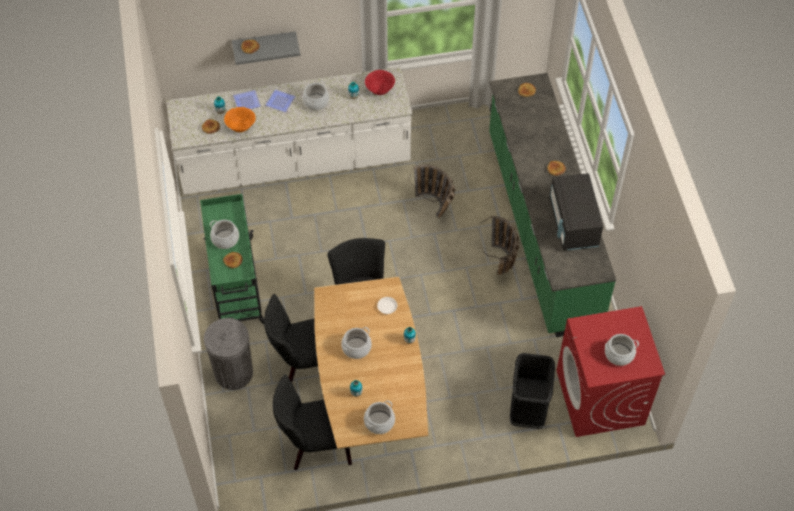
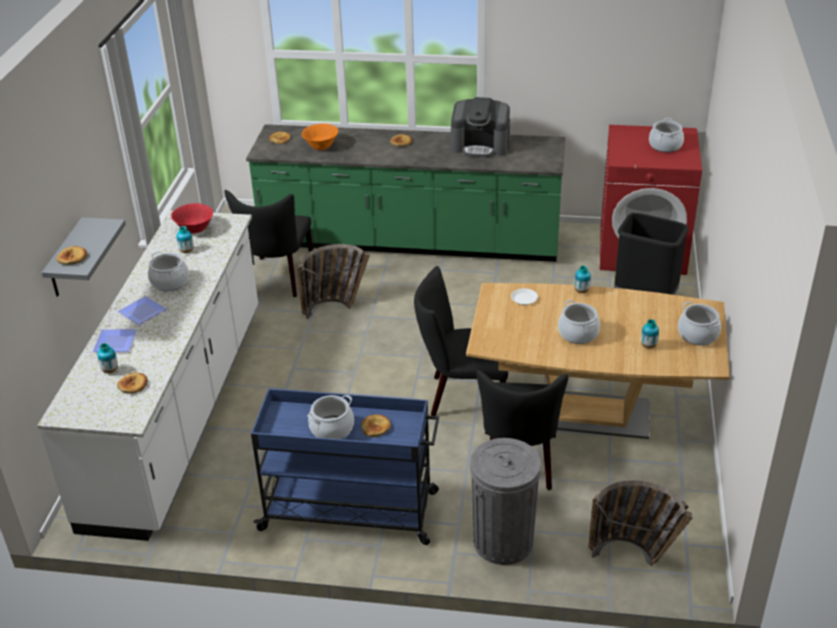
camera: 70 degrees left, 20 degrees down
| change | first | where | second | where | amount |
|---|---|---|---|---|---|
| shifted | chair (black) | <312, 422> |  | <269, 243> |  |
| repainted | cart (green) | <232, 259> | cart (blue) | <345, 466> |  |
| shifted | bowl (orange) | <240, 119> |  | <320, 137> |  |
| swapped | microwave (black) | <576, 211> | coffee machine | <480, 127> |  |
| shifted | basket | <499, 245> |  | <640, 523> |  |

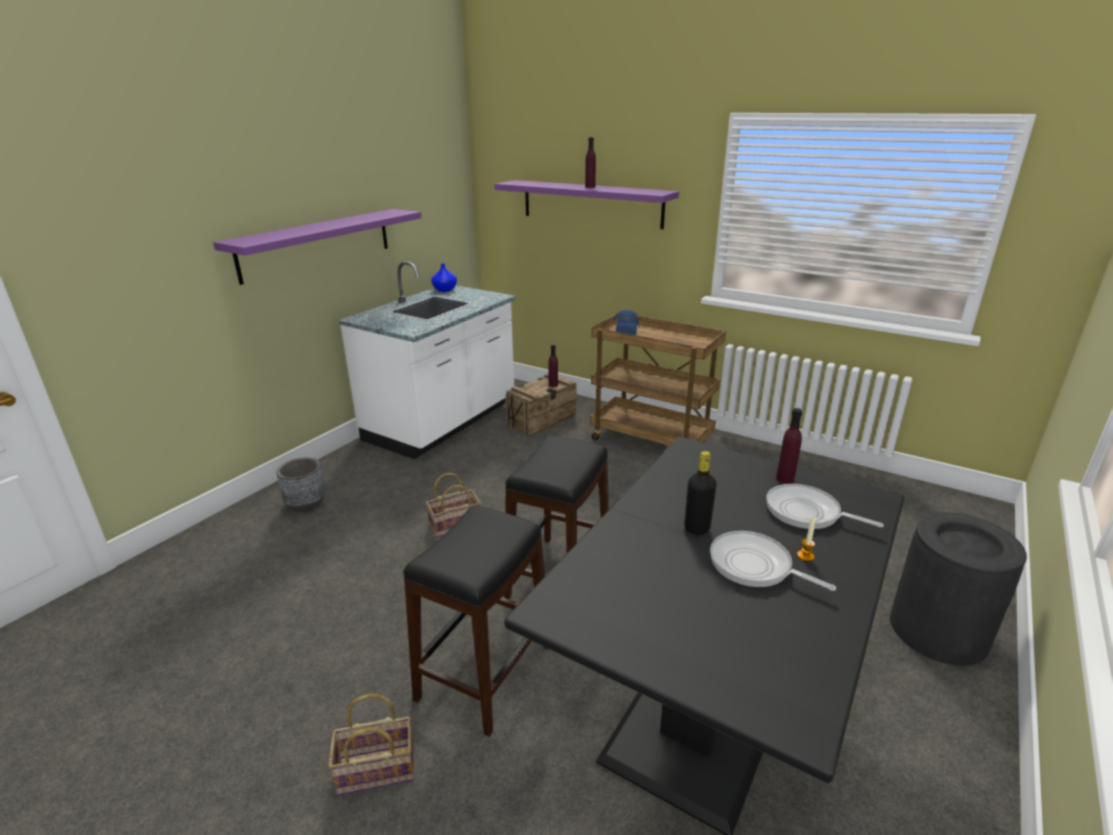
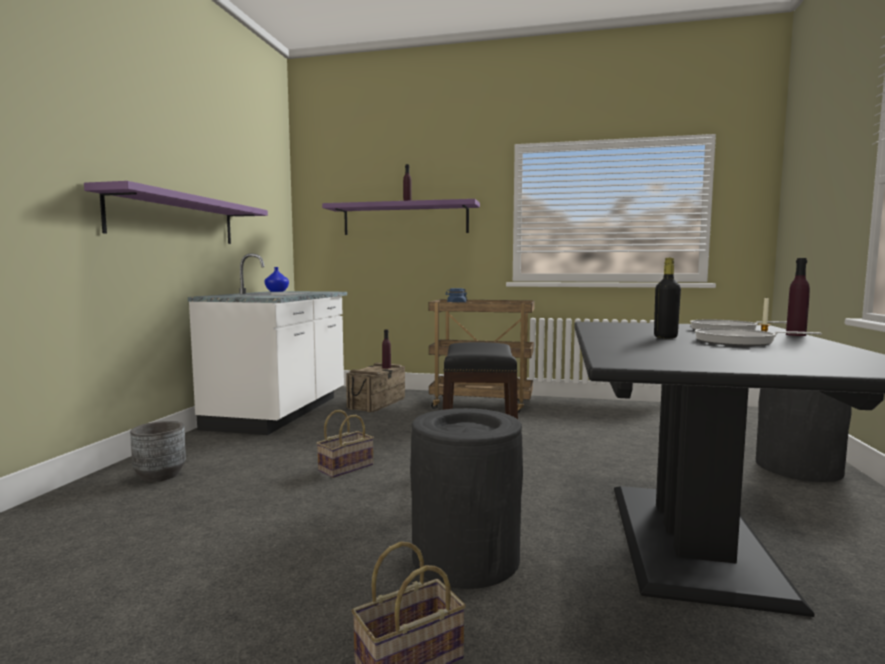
camera: 20 degrees left, 20 degrees down
| change | first | where | second | where | amount |
|---|---|---|---|---|---|
| swapped | stool (black) | <476, 621> | trash can (black) | <466, 498> |  |
| shifted | bottle (purple) | <789, 446> |  | <798, 297> |  |

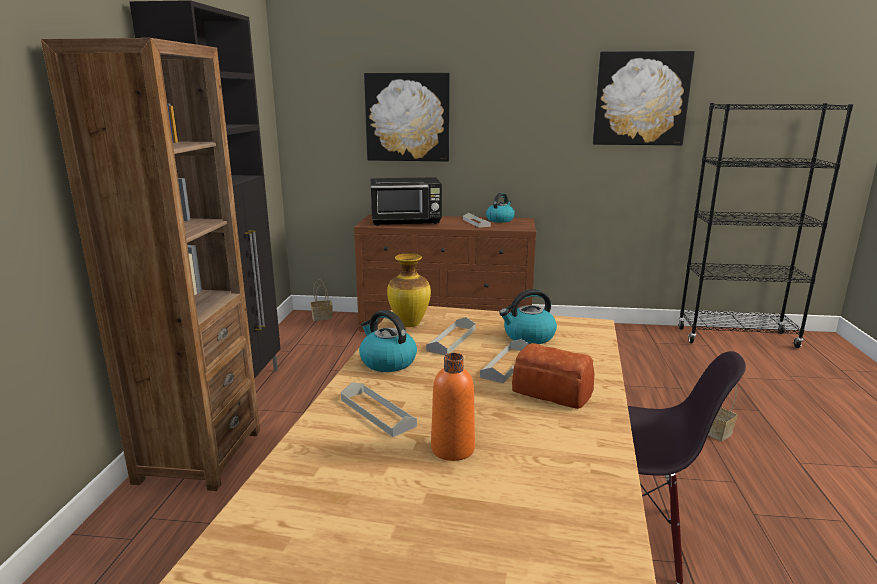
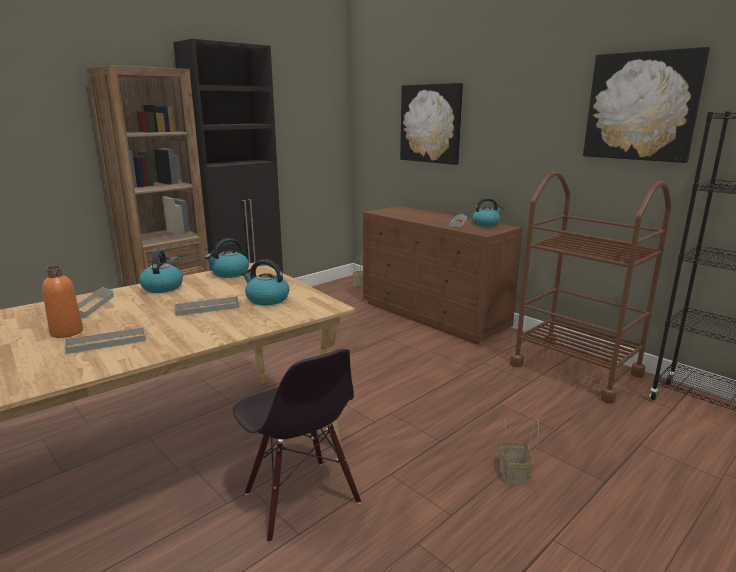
camera: 40 degrees right, 0 degrees up
| change | first | where | second | where | amount |
|---|---|---|---|---|---|
| shifted | tray (grey) | <451, 336> |  | <105, 340> |  |
| swapped | vase | <409, 290> | kettle | <227, 258> |  |
| new |  |  | cart (brown) | <591, 288> |  |
| gone | microwave (black) | <406, 201> |  |  |  |
| gone | bread | <553, 376> |  |  |  |

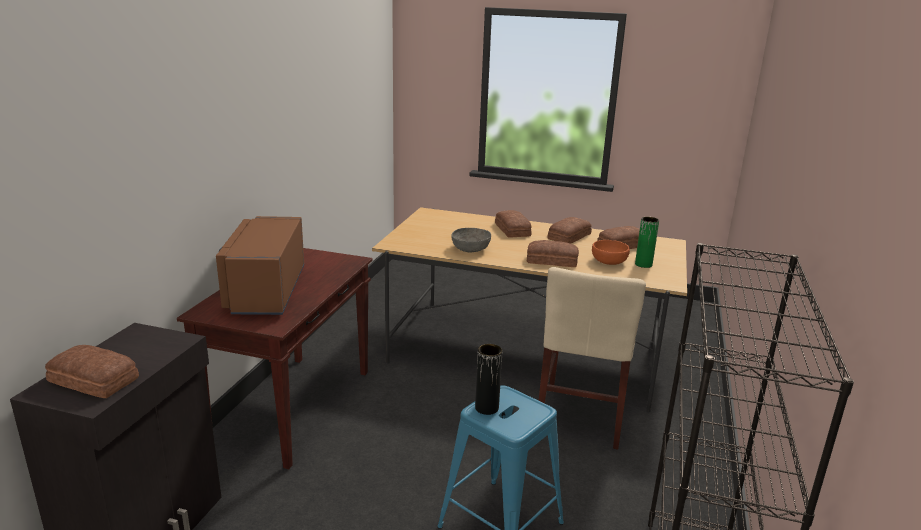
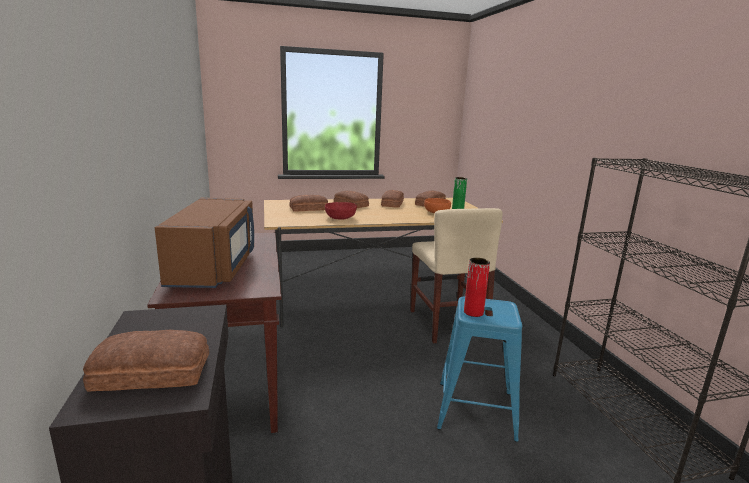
camera: 30 degrees left, 5 degrees down
| change | first | where | second | where | amount |
|---|---|---|---|---|---|
| rotated | microwave (brown) | <260, 265> |  | <204, 243> | 150 degrees counterclockwise |
| shifted | bread | <553, 253> |  | <308, 203> |  |
| repainted | bowl (grey) | <471, 240> | bowl (red) | <341, 211> |  |
| repainted | vase (black) | <489, 379> | vase (red) | <477, 287> |  |

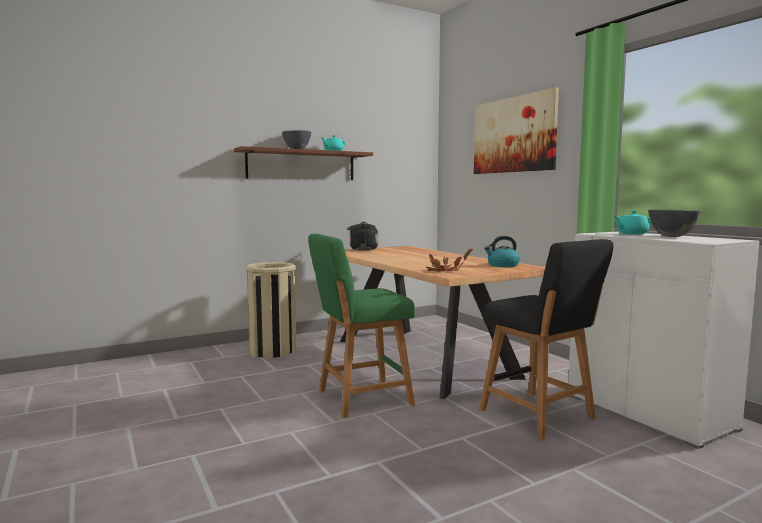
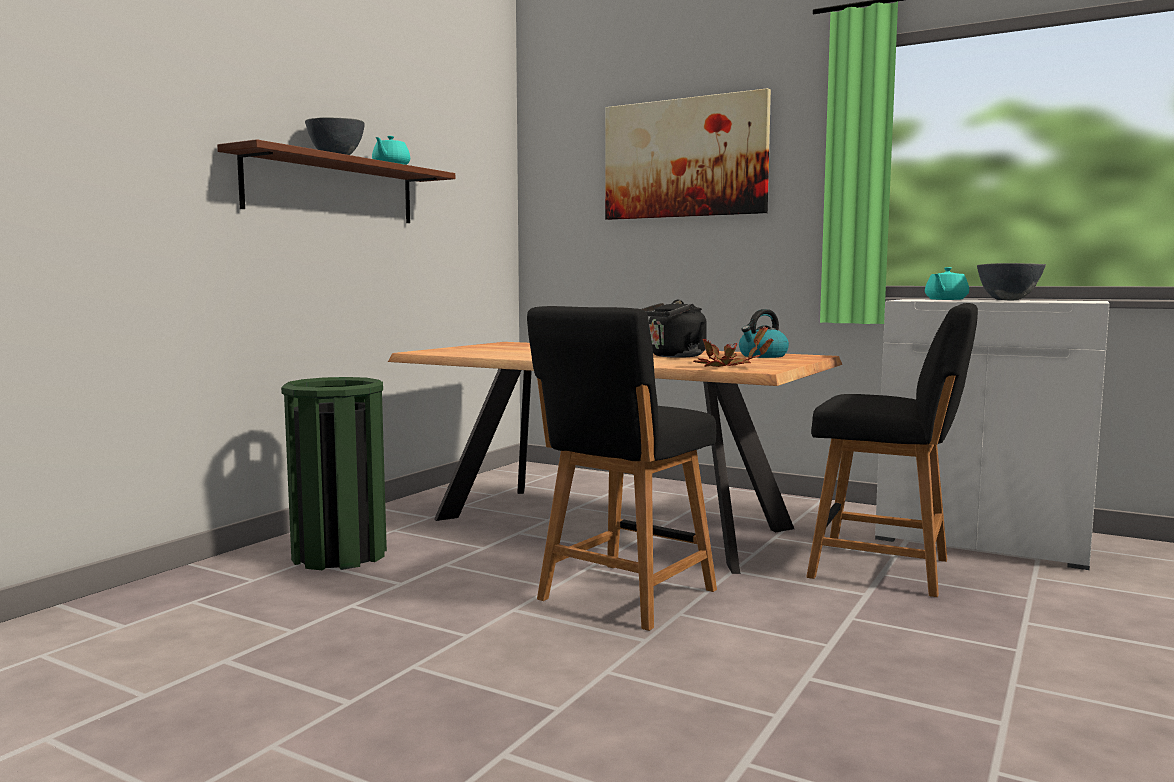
camera: 30 degrees left, 0 degrees up
| change | first | where | second | where | amount |
|---|---|---|---|---|---|
| repainted | trash can (beige) | <271, 310> | trash can (green) | <334, 473> |  |
| repainted | stool (green) | <361, 326> | stool (black) | <622, 468> |  |
| shifted | kettle (black) | <362, 236> |  | <674, 329> |  |

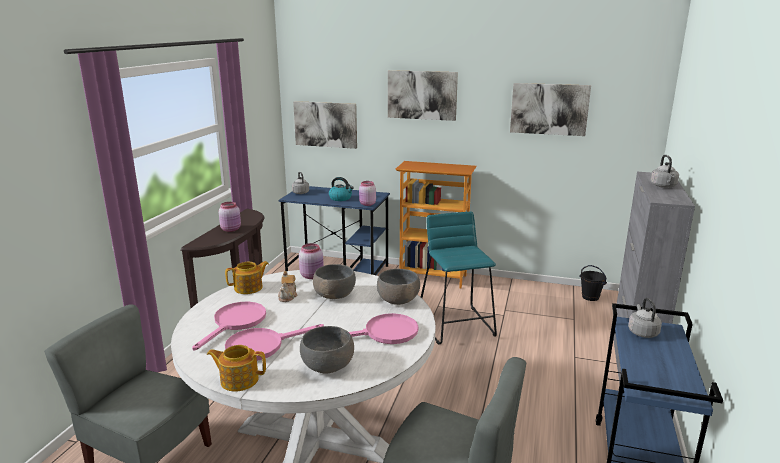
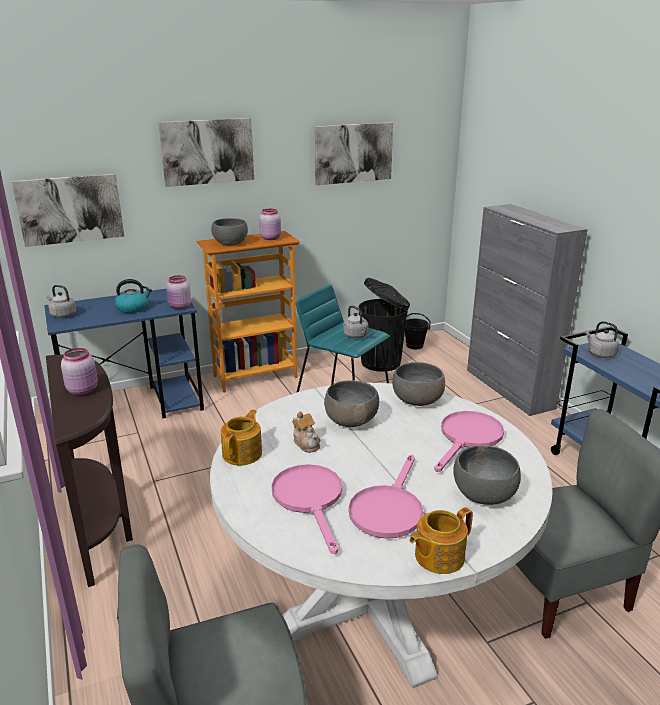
camera: 40 degrees left, 5 degrees up
| change | first | where | second | where | amount |
|---|---|---|---|---|---|
| new |  |  | bowl (grey) | <229, 232> |  |
| shifted | jar (pink) | <311, 261> |  | <270, 224> |  |
| shifted | kettle (grey) | <665, 171> |  | <356, 321> |  |
| new |  |  | trash can (black) | <384, 325> |  |

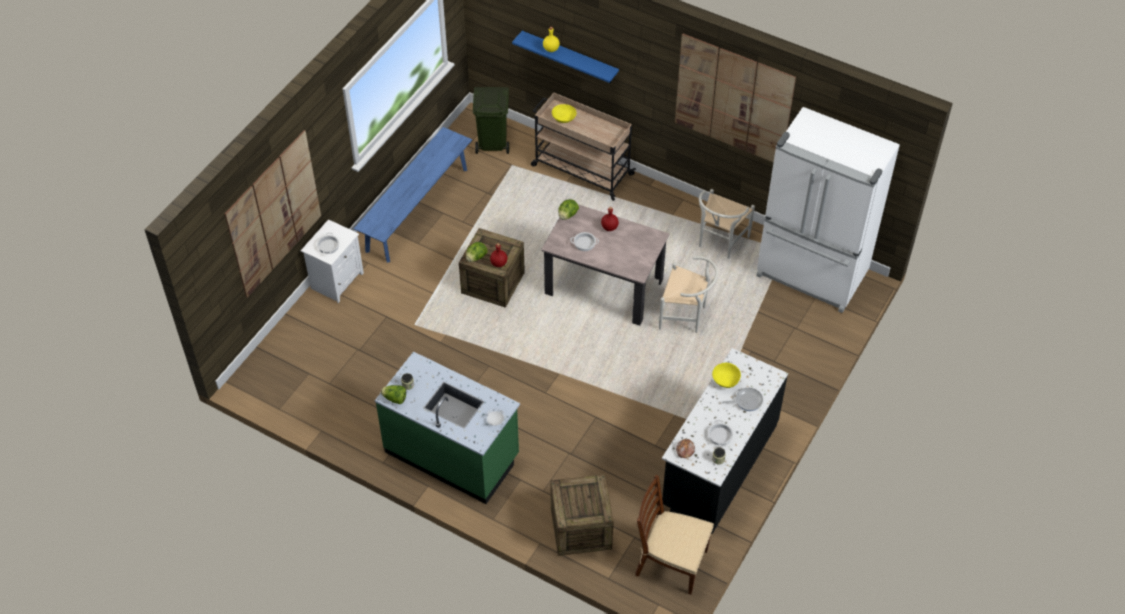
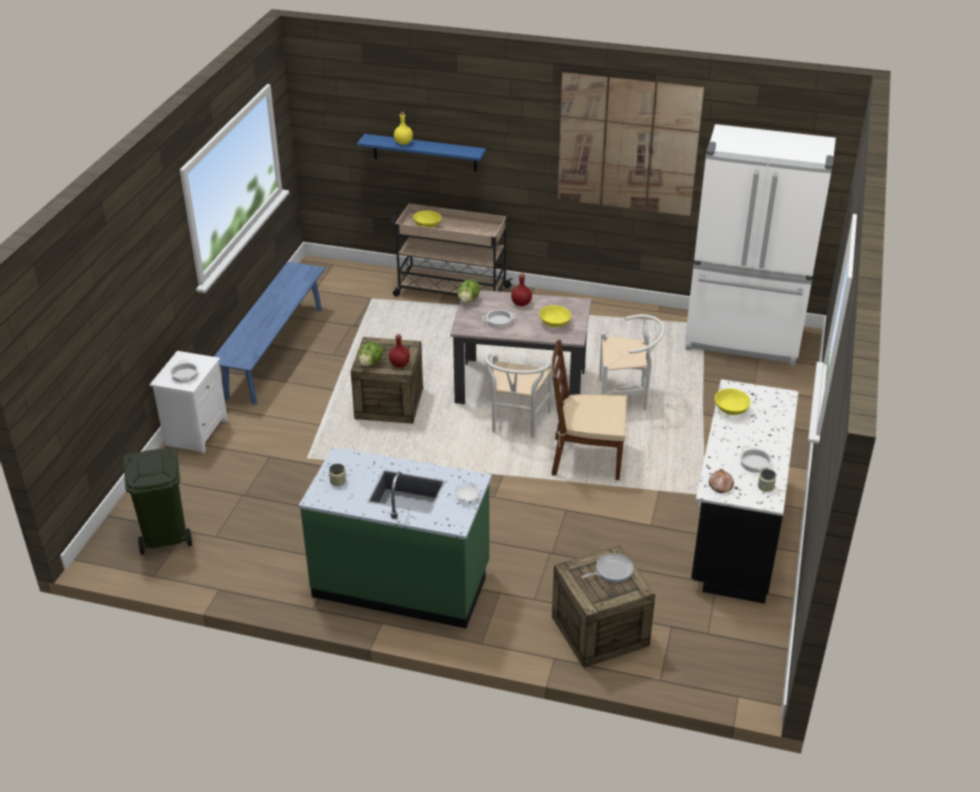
camera: 15 degrees left, 15 degrees down
| change | first | where | second | where | amount |
|---|---|---|---|---|---|
| shifted | trash can (green) | <491, 120> |  | <158, 501> |  |
| shifted | chair (white) | <727, 224> |  | <518, 395> |  |
| new |  |  | bowl (yellow) | <555, 316> |  |
| shifted | chair (brown) | <674, 535> |  | <589, 410> |  |
| shifted | frying pan | <742, 399> |  | <607, 567> |  |
| gone | picture | <273, 214> |  |  |  |
| gone | lettuce | <393, 394> |  |  |  |

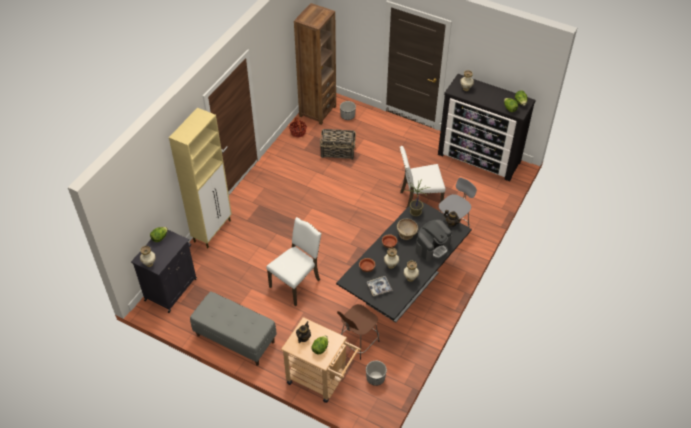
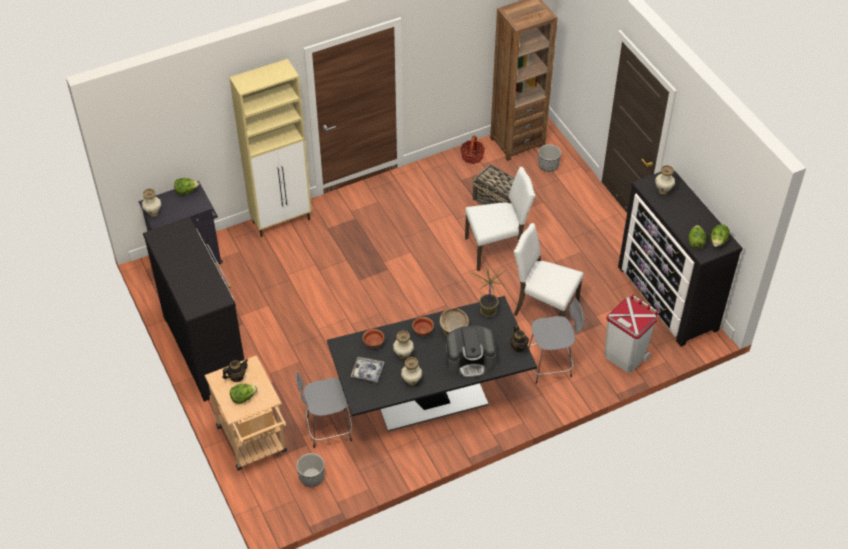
camera: 35 degrees right, 0 degrees up
| change | first | where | second | where | amount |
|---|---|---|---|---|---|
| swapped | bench (grey) | <233, 328> | dresser | <193, 309> |  |
| repainted | stool (brown) | <358, 332> | stool (grey) | <324, 409> |  |
| shifted | chair (white) | <294, 261> |  | <500, 219> |  |
| new |  |  | trash can (white) | <632, 333> |  |

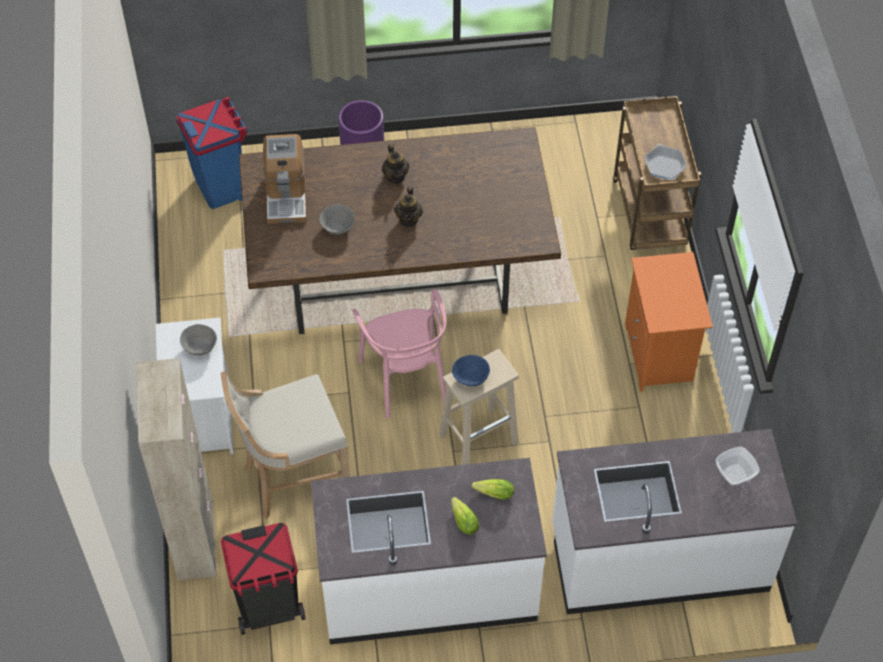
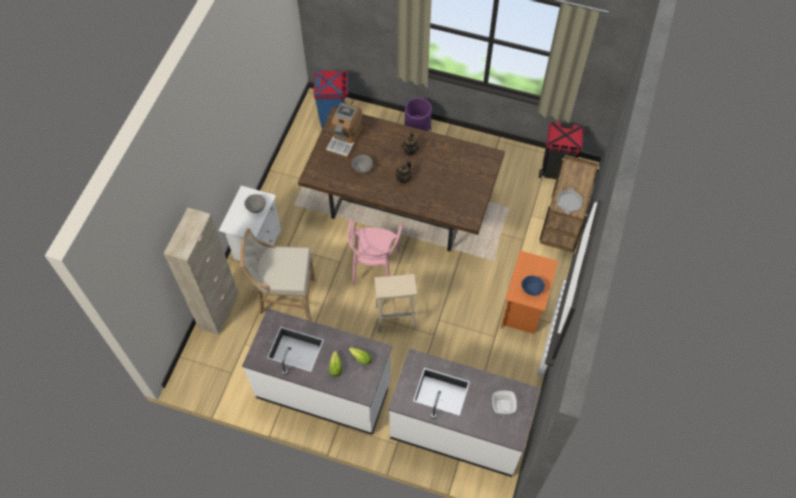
camera: 25 degrees right, 5 degrees up
| change | first | where | second | where | amount |
|---|---|---|---|---|---|
| shifted | bowl (blue) | <471, 370> |  | <533, 286> |  |
| shifted | trash can (black) | <263, 579> |  | <561, 150> |  |

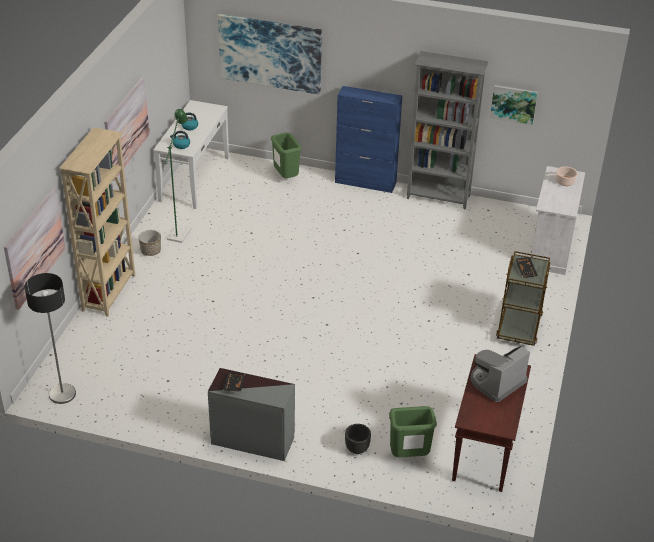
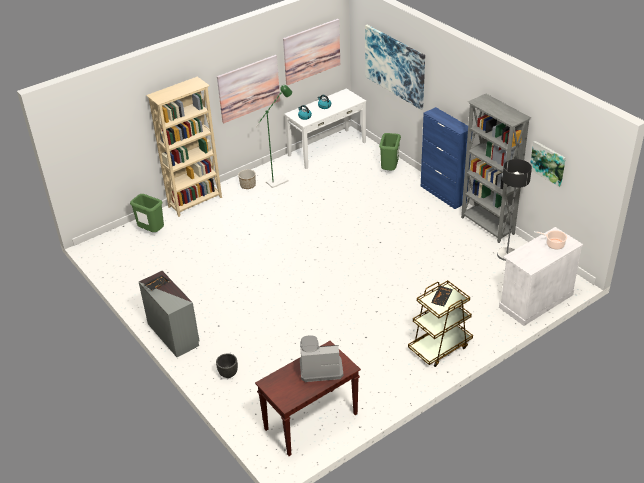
camera: 40 degrees right, 0 degrees up
| change | first | where | second | where | amount |
|---|---|---|---|---|---|
| shifted | trash can (green) | <413, 431> |  | <147, 213> |  |
| shifted | picture | <34, 249> |  | <311, 52> |  |
| shifted | floor lamp | <50, 338> |  | <514, 210> |  |

